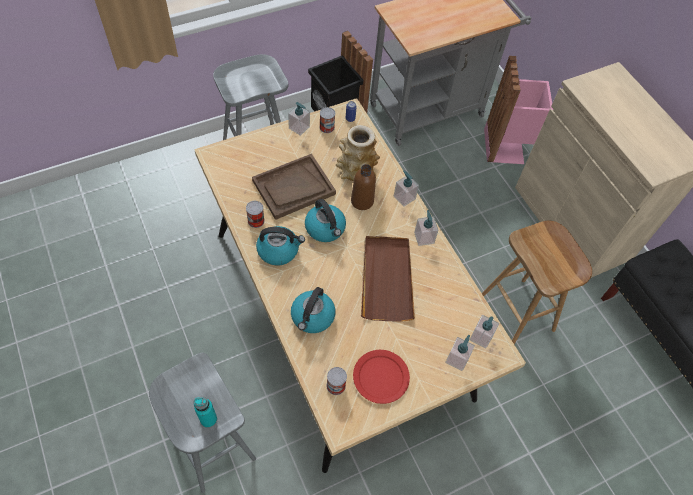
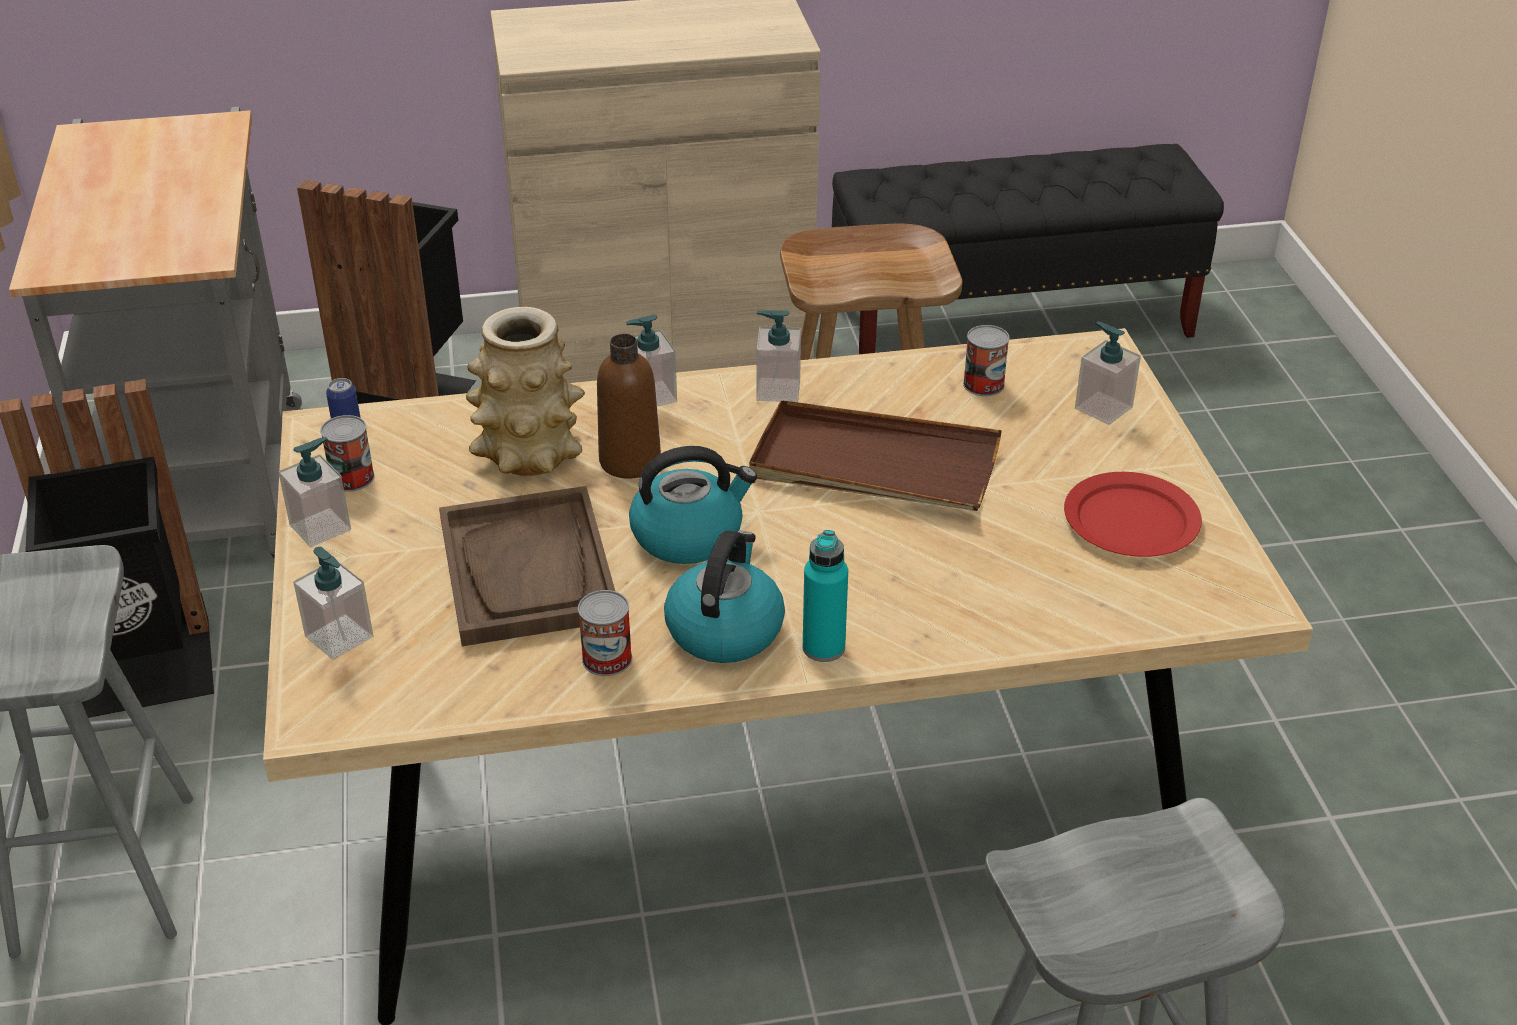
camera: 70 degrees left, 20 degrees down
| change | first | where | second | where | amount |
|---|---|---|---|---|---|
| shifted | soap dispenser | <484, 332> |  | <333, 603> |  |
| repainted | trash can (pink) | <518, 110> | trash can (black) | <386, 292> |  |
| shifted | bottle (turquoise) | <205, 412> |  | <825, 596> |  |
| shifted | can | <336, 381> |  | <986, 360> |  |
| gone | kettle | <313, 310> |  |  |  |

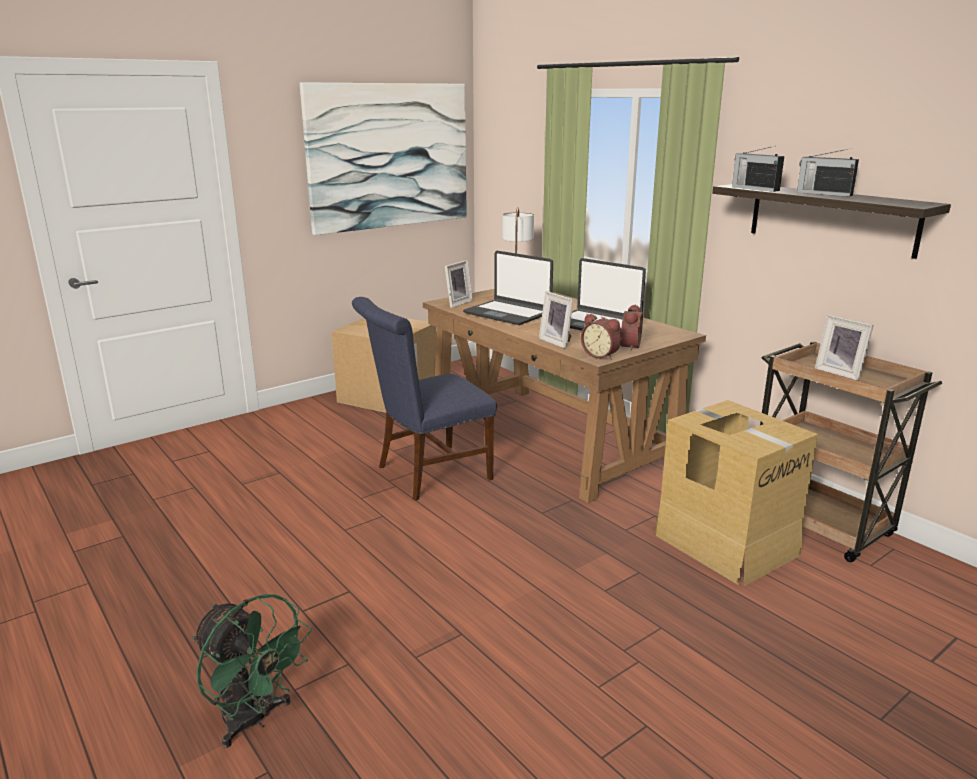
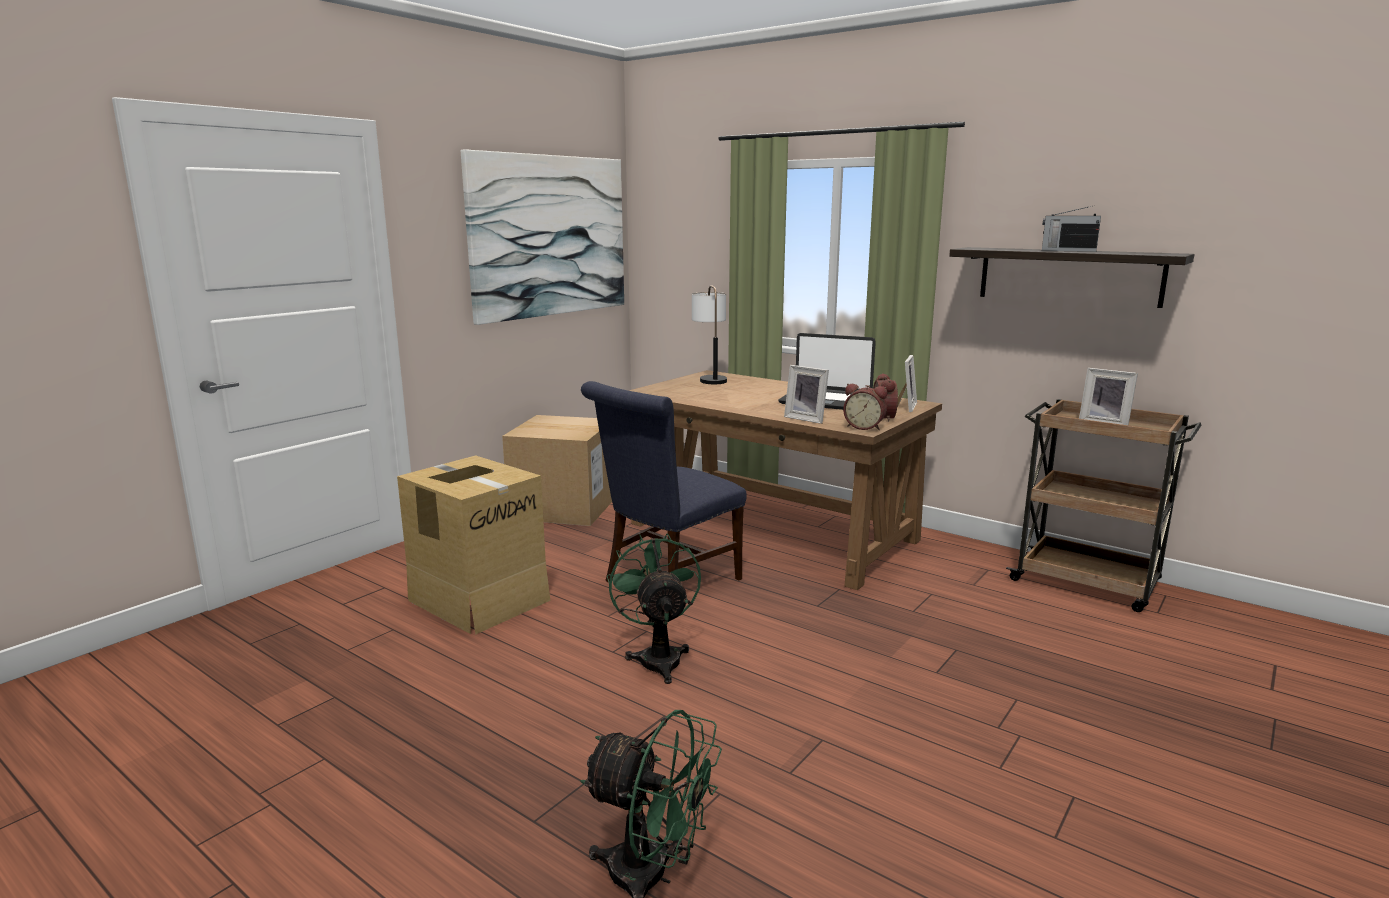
camera: 15 degrees left, 5 degrees down
| change | first | where | second | where | amount |
|---|---|---|---|---|---|
| shifted | cardboard box | <736, 493> |  | <473, 545> |  |
| new |  |  | fan (green) | <654, 608> |  |
| shifted | picture frame | <459, 284> |  | <907, 383> |  |
| gone | laptop | <508, 288> |  |  |  |
| gone | radio | <758, 169> |  |  |  |

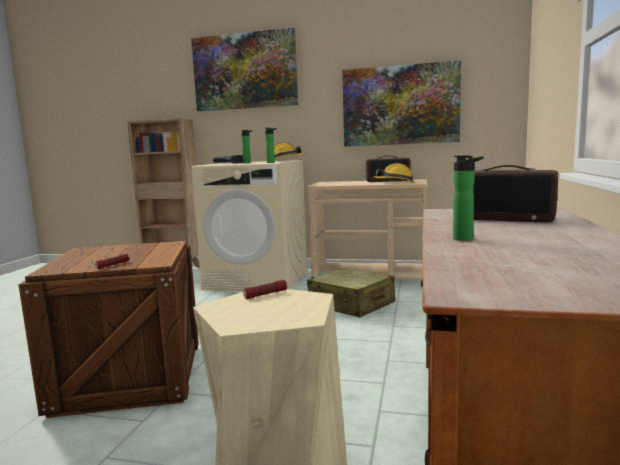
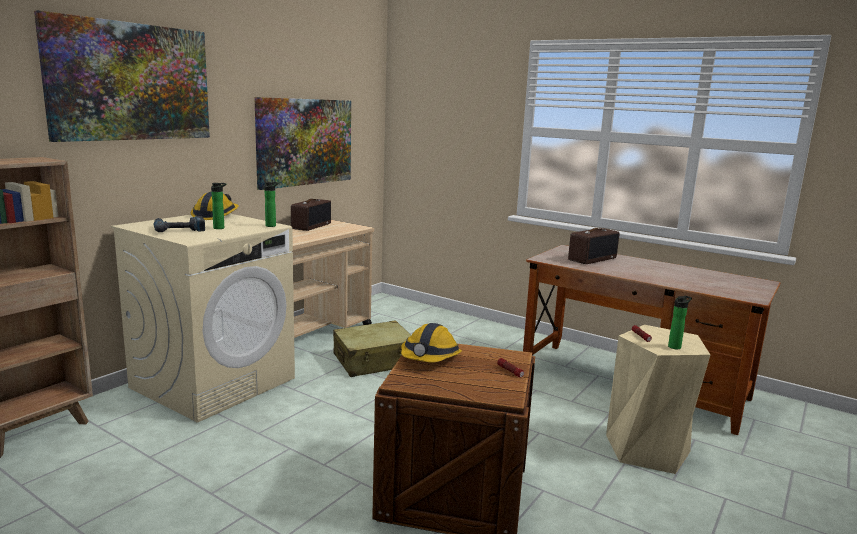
camera: 70 degrees left, 5 degrees up
| change | first | where | second | where | amount |
|---|---|---|---|---|---|
| shifted | hard hat | <394, 173> |  | <431, 342> |  |
| shifted | bottle | <468, 198> |  | <680, 322> |  |

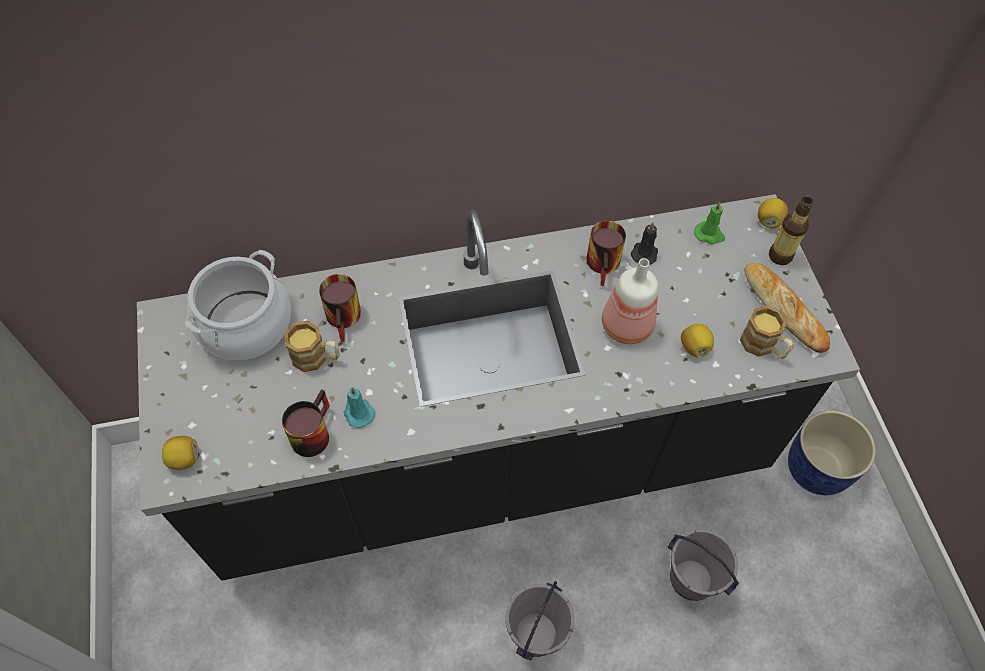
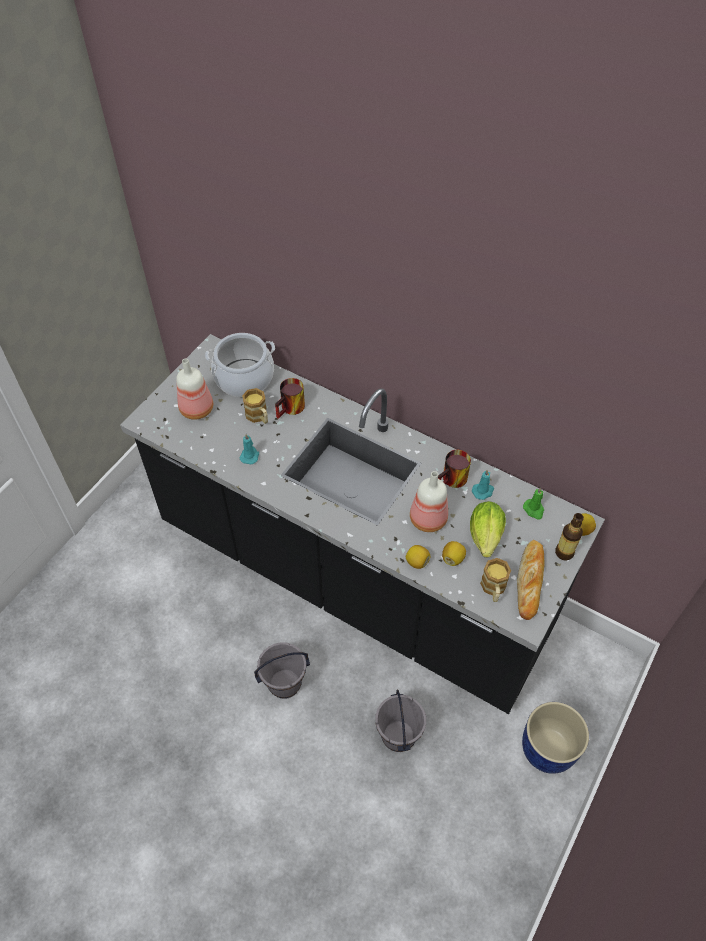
camera: 45 degrees right, 5 degrees down
| change | first | where | second | where | amount |
|---|---|---|---|---|---|
| new |  |  | bottle | <194, 389> |  |
| shifted | lemon | <180, 453> |  | <418, 557> |  |
| new |  |  | lettuce | <488, 529> |  |
| repainted | candle (black) | <644, 243> | candle (turquoise) | <483, 484> |  |
| gone | mug | <306, 423> |  |  |  |

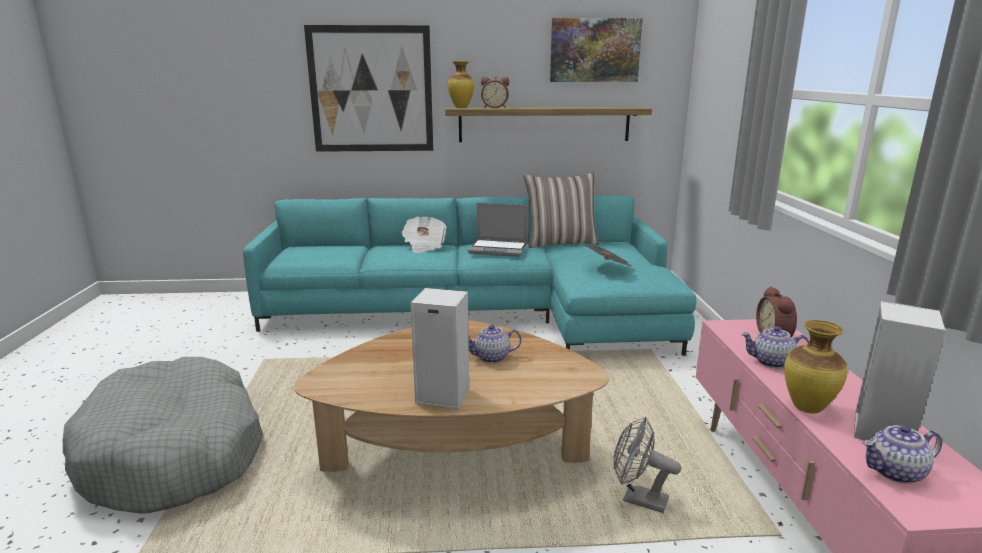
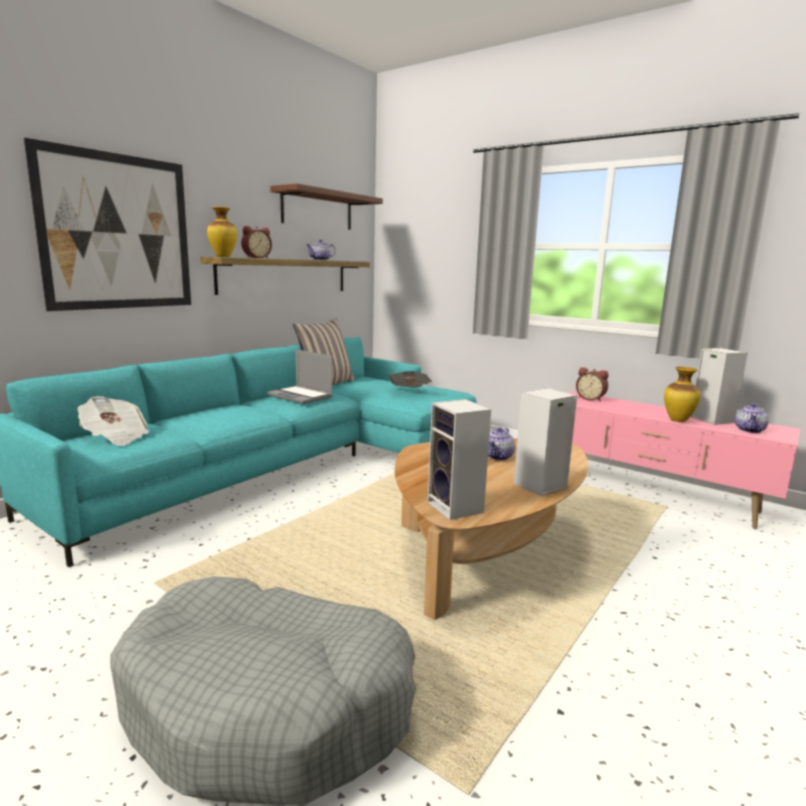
camera: 50 degrees left, 5 degrees down
| change | first | where | second | where | amount |
|---|---|---|---|---|---|
| shifted | newspaper | <424, 235> |  | <113, 421> |  |
| rotated | laptop | <498, 230> |  | <300, 376> | 75 degrees clockwise |
| swapped | picture | <596, 50> | shelf (brown) | <326, 207> |  |
| shifted | teapot | <775, 347> |  | <320, 250> |  |
| new |  |  | speaker | <459, 459> |  |
| gone | fan (grey) | <647, 465> |  |  |  |

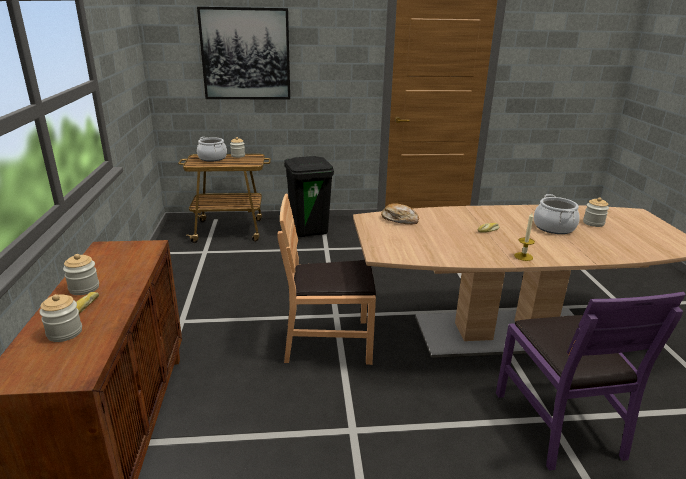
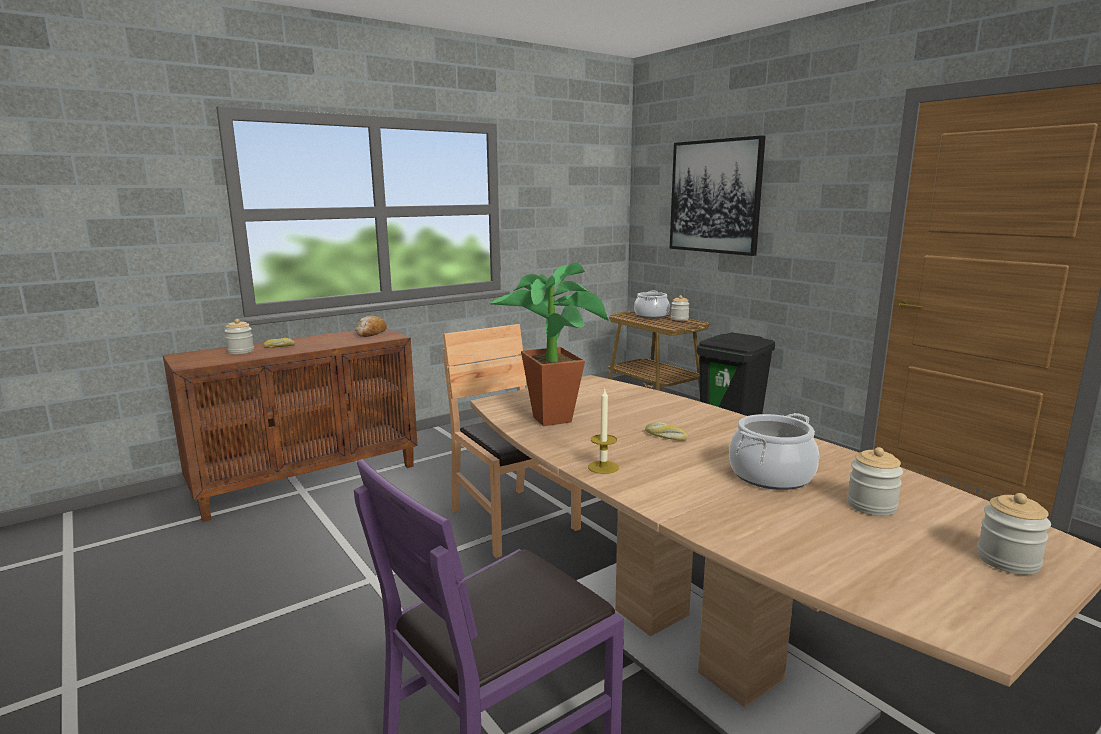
camera: 60 degrees right, 10 degrees down
| change | first | where | second | where | amount |
|---|---|---|---|---|---|
| shifted | bread | <400, 213> |  | <371, 326> |  |
| new |  |  | potted plant | <549, 344> |  |
| shifted | jar | <81, 274> |  | <1014, 534> |  |

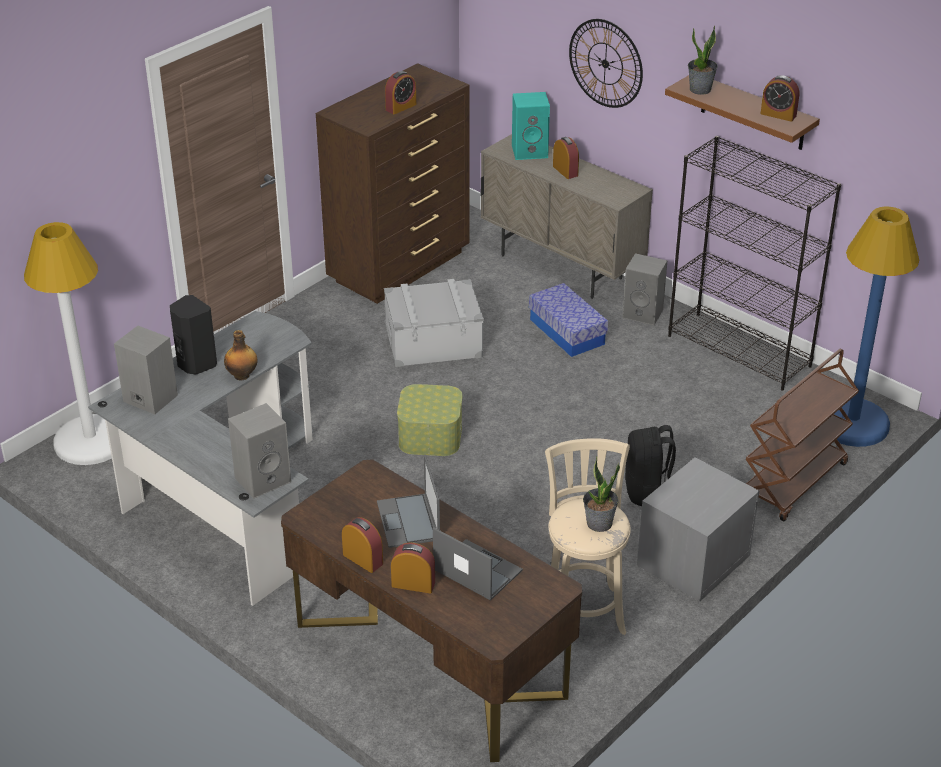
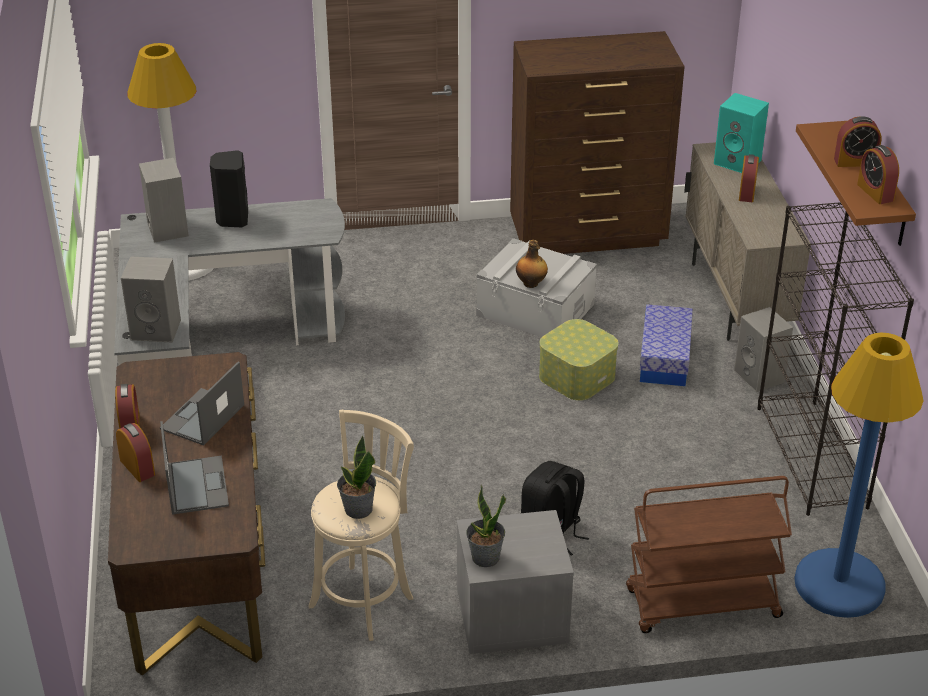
camera: 40 degrees right, 0 degrees up
| change | first | where | second | where | amount |
|---|---|---|---|---|---|
| shifted | potted plant | <703, 60> |  | <486, 526> |  |
| shifted | bottle | <241, 355> |  | <532, 264> |  |
| shifted | storage box | <430, 420> |  | <579, 360> |  |
| shifted | alarm clock | <400, 92> |  | <858, 141> |  |
| gone | wall clock | <606, 63> |  |  |  |

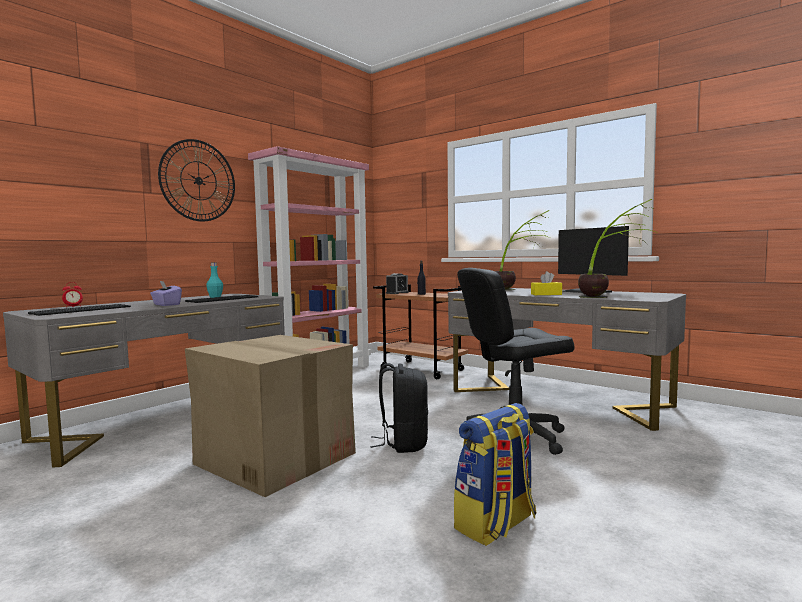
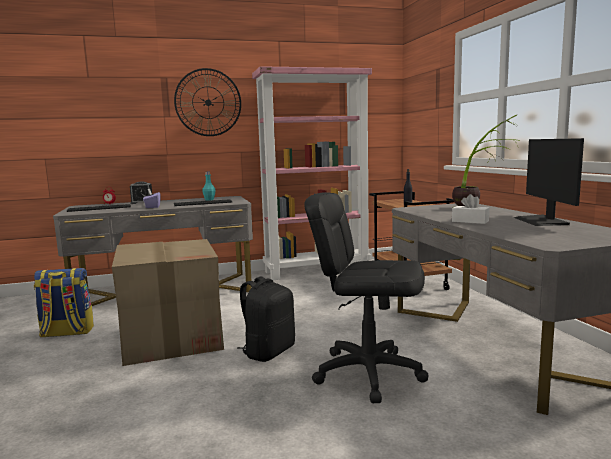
camera: 35 degrees right, 5 degrees up
| change | first | where | second | where | amount |
|---|---|---|---|---|---|
| shifted | backpack | <495, 474> |  | <64, 302> |  |
| shifted | alarm clock | <397, 283> |  | <141, 193> |  |
| repainted | tissue box (yellow) | <546, 283> | tissue box (white) | <471, 209> |  |
| gone | potted plant | <618, 248> |  |  |  |

